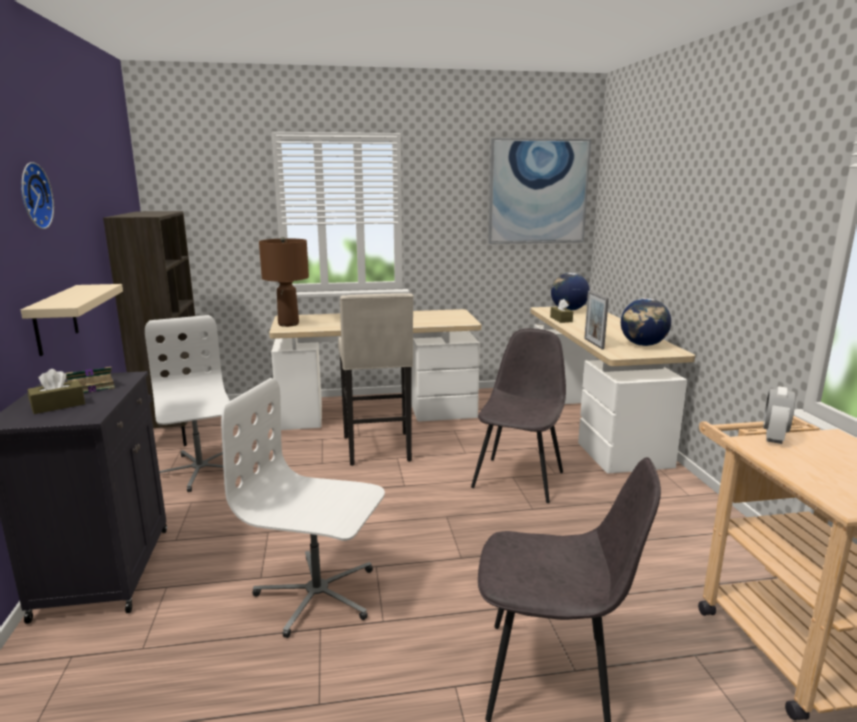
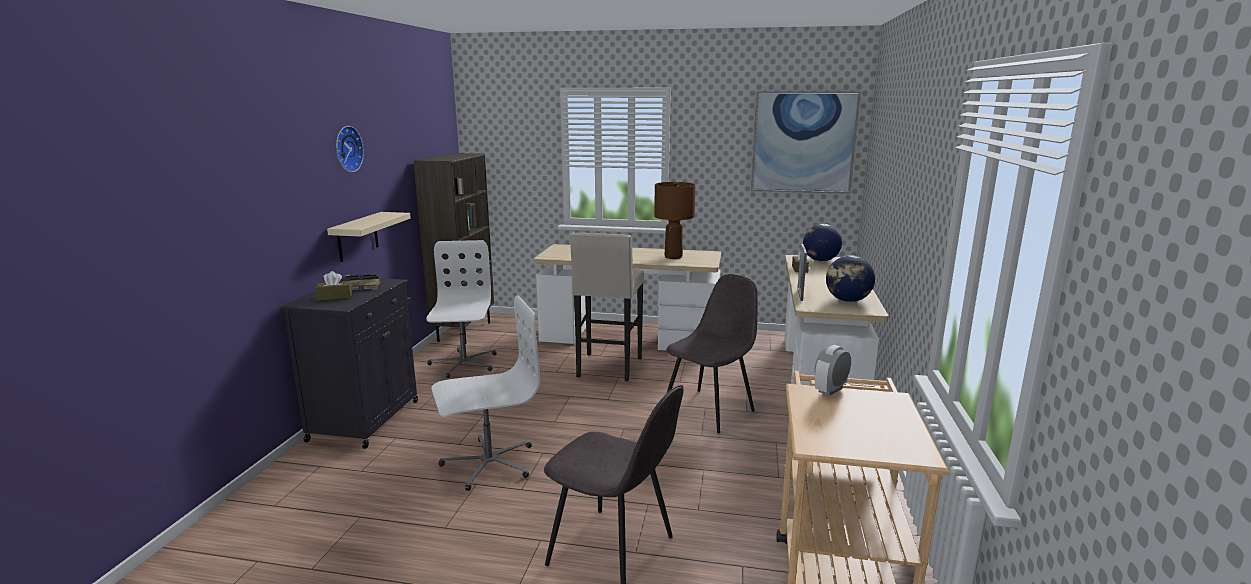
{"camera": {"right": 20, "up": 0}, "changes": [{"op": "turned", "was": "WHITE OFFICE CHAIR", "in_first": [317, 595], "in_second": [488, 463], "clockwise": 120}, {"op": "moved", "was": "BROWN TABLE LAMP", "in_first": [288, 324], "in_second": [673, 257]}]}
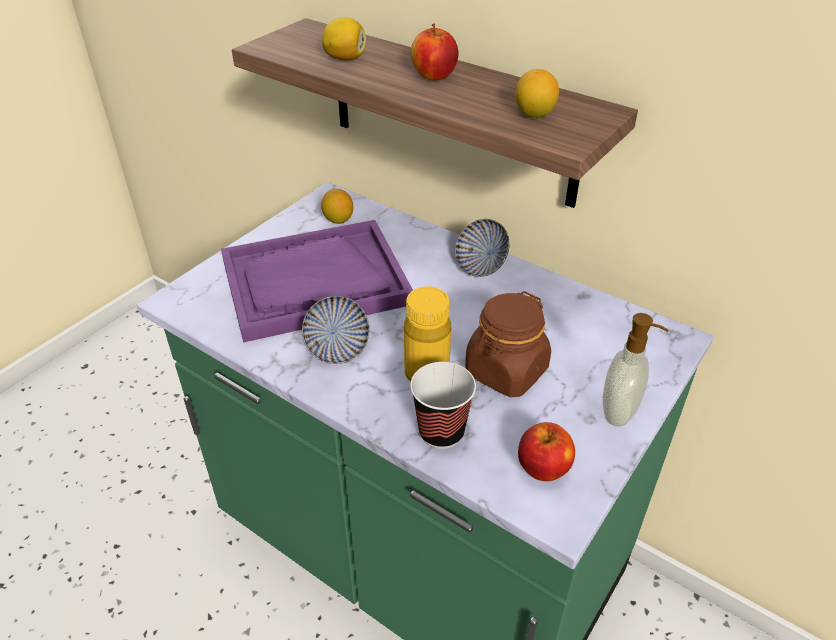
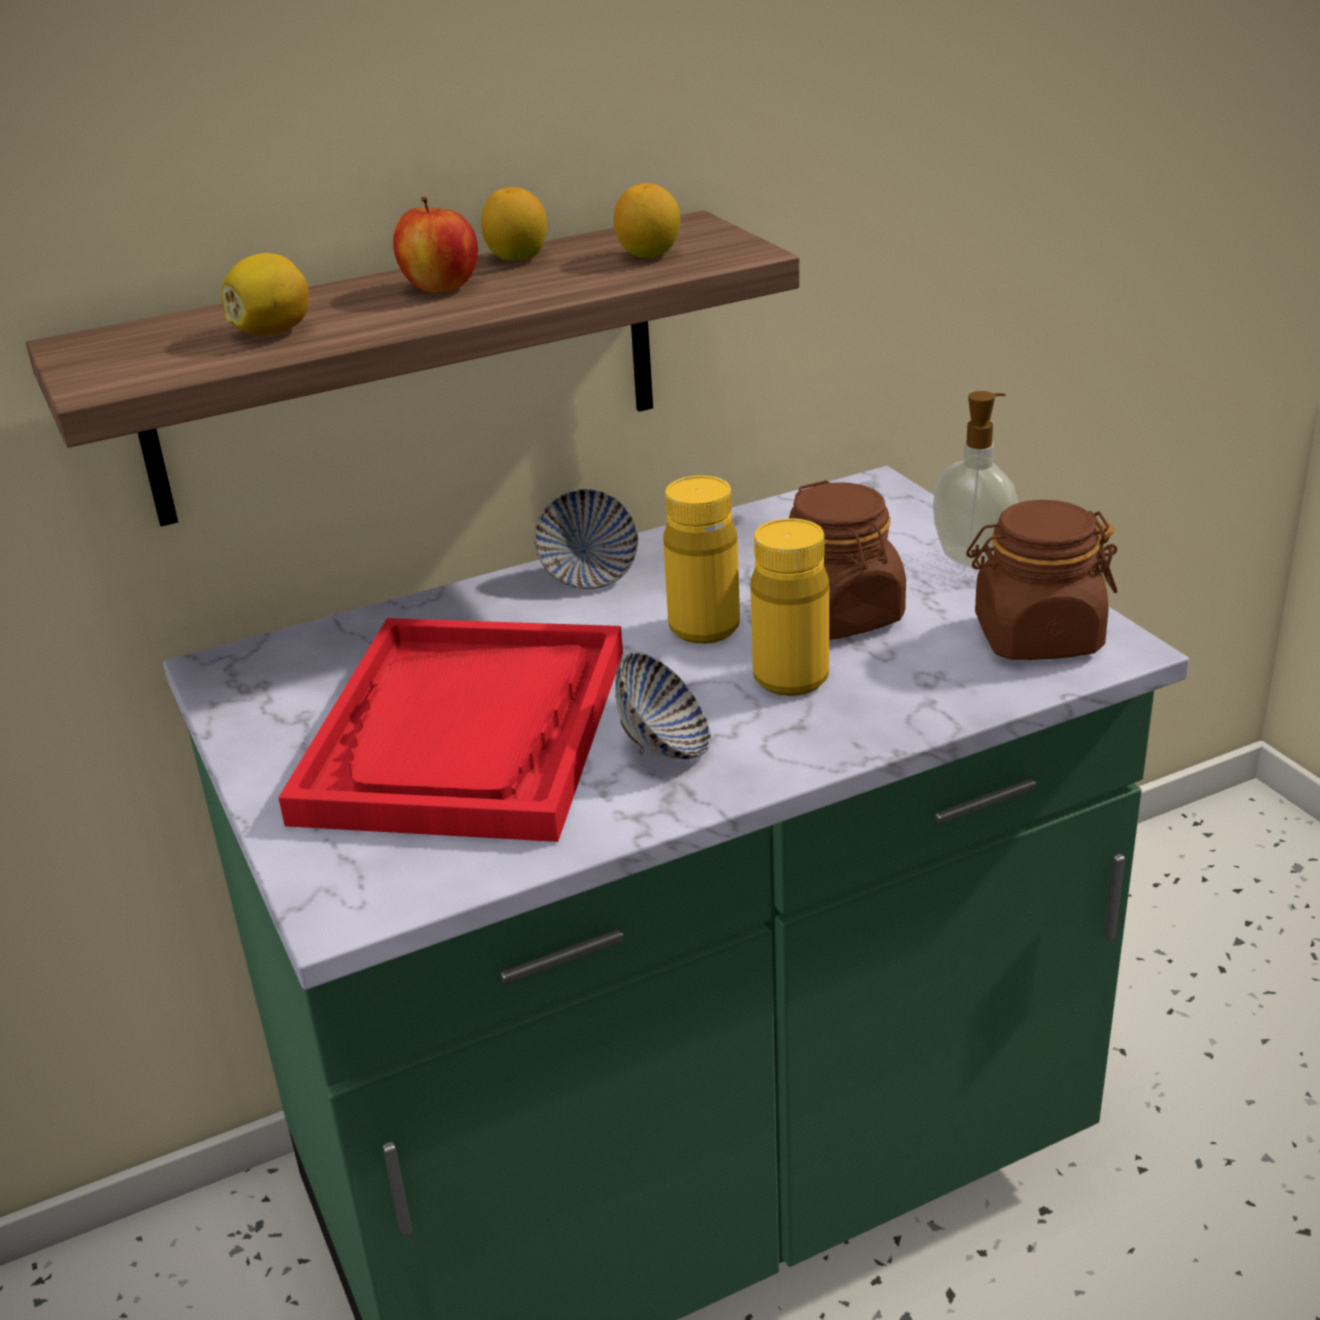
{"camera": {"right": -60, "up": -10}, "changes": [{"op": "recoloured", "was": "PURPLE TRAY", "now": "RED TRAY", "in_first": [314, 283], "in_second": [466, 734]}, {"op": "moved", "was": "LEMON", "in_first": [338, 220], "in_second": [517, 258]}, {"op": "removed", "was": "CUP", "in_first": [441, 432]}, {"op": "replaced", "was": "APPLE", "now": "BROWN JAR", "in_first": [543, 468], "in_second": [1036, 637]}, {"op": "added", "now": "YELLOW BOTTLE", "in_second": [704, 628]}]}
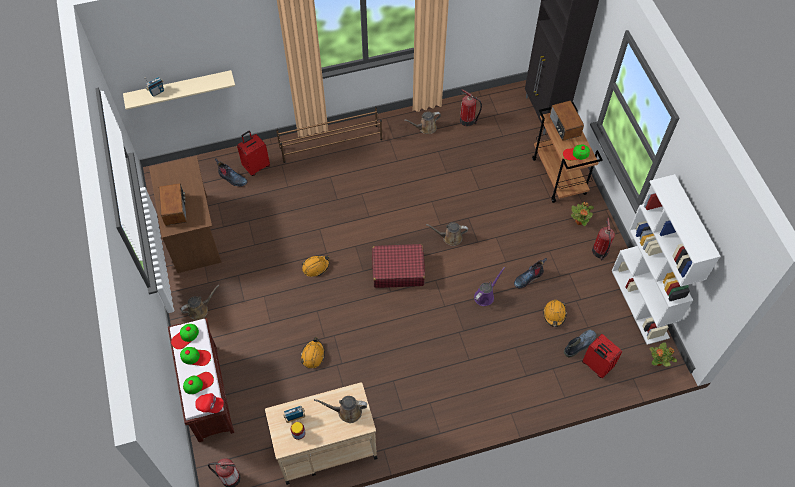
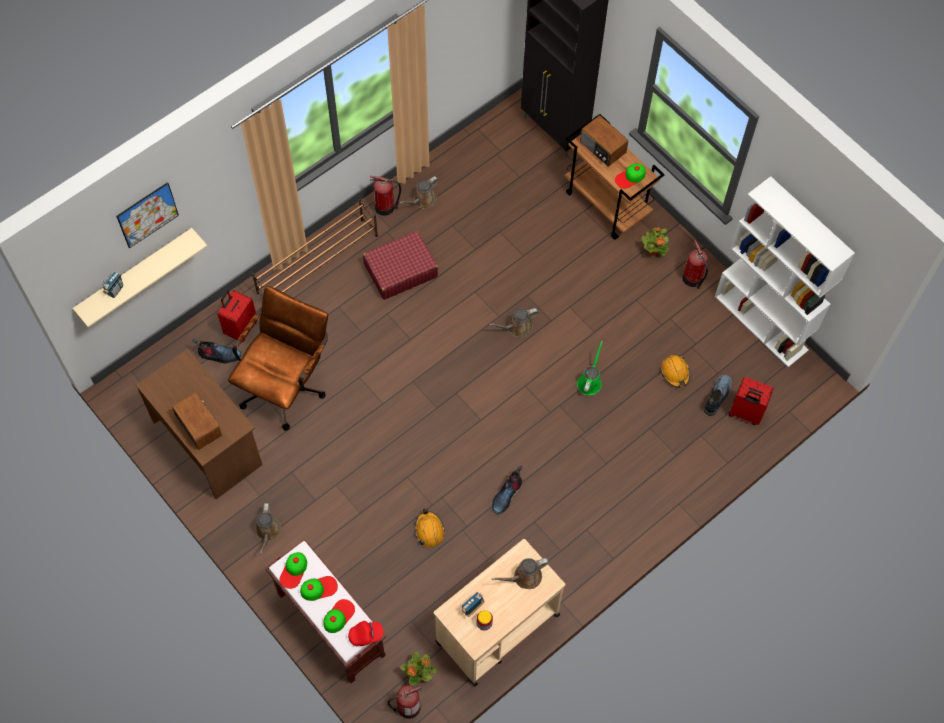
{"camera": {"right": -25, "up": 5}, "changes": [{"op": "turned", "was": "BROWN WATERING CAN", "in_first": [200, 309], "in_second": [268, 532], "clockwise": 150}, {"op": "removed", "was": "ORANGE HARD HAT", "in_first": [315, 267]}, {"op": "moved", "was": "RED SUITCASE", "in_first": [398, 270], "in_second": [400, 270]}, {"op": "moved", "was": "FIRE EXTINGUISHER", "in_first": [468, 120], "in_second": [386, 207]}, {"op": "recoloured", "was": "PURPLE WATERING CAN", "now": "GREEN WATERING CAN", "in_first": [485, 295], "in_second": [590, 381]}, {"op": "moved", "was": "BOOT", "in_first": [528, 277], "in_second": [506, 494]}, {"op": "moved", "was": "POTTED PLANT", "in_first": [658, 361], "in_second": [419, 674]}, {"op": "added", "now": "PICTURE", "in_second": [147, 215]}, {"op": "added", "now": "BROWN OFFICE CHAIR", "in_second": [286, 384]}]}
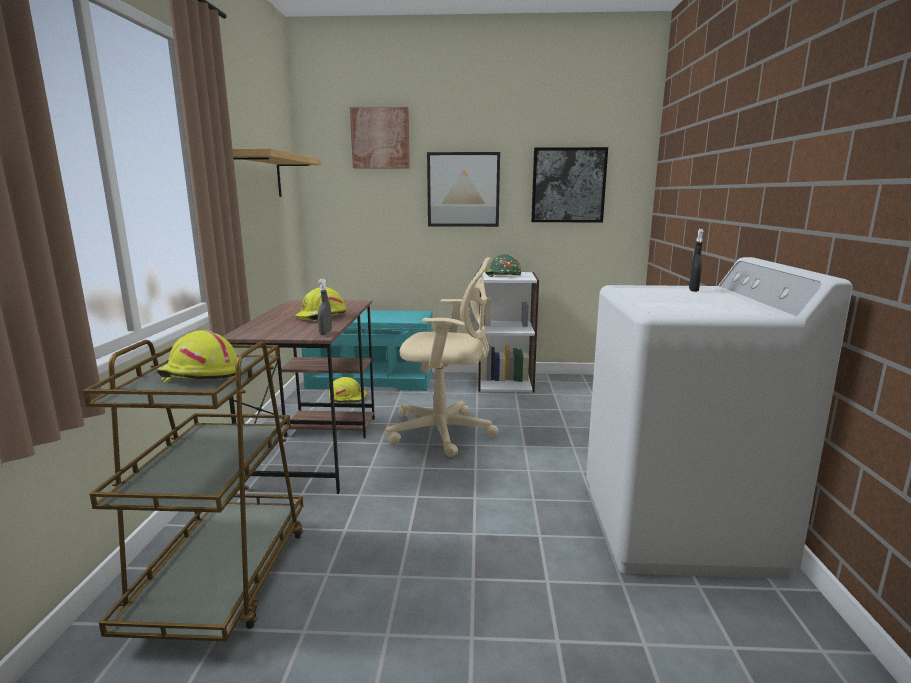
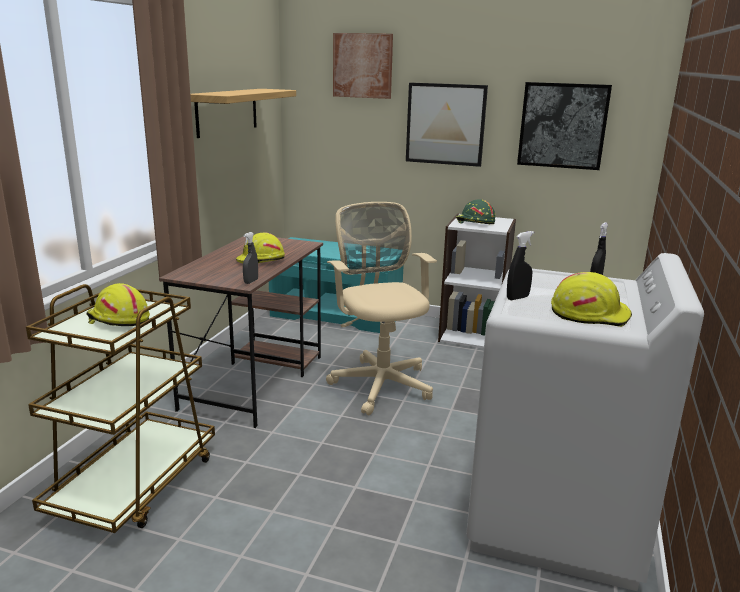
{"camera": {"right": 15, "up": 5}, "changes": [{"op": "moved", "was": "YELLOW HARD HAT", "in_first": [348, 397], "in_second": [589, 314]}, {"op": "turned", "was": "BEIGE OFFICE CHAIR", "in_first": [445, 432], "in_second": [380, 383], "clockwise": -135}, {"op": "added", "now": "BLACK SPRAY BOTTLE", "in_second": [517, 298]}]}
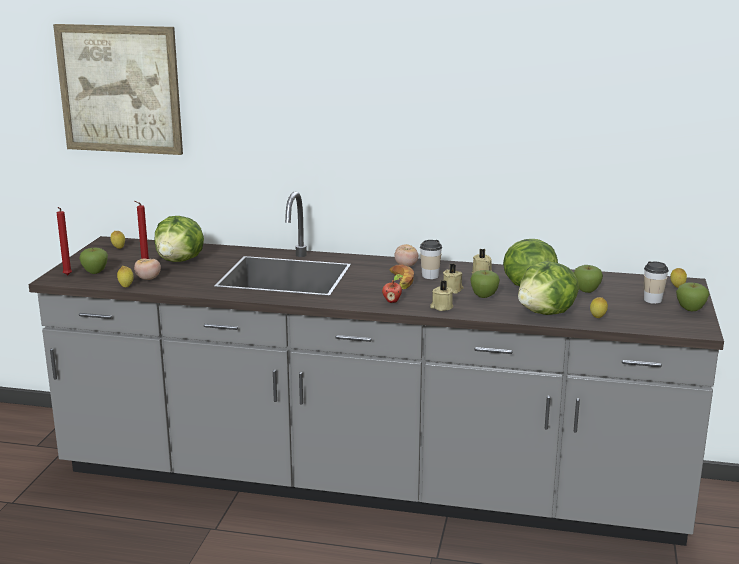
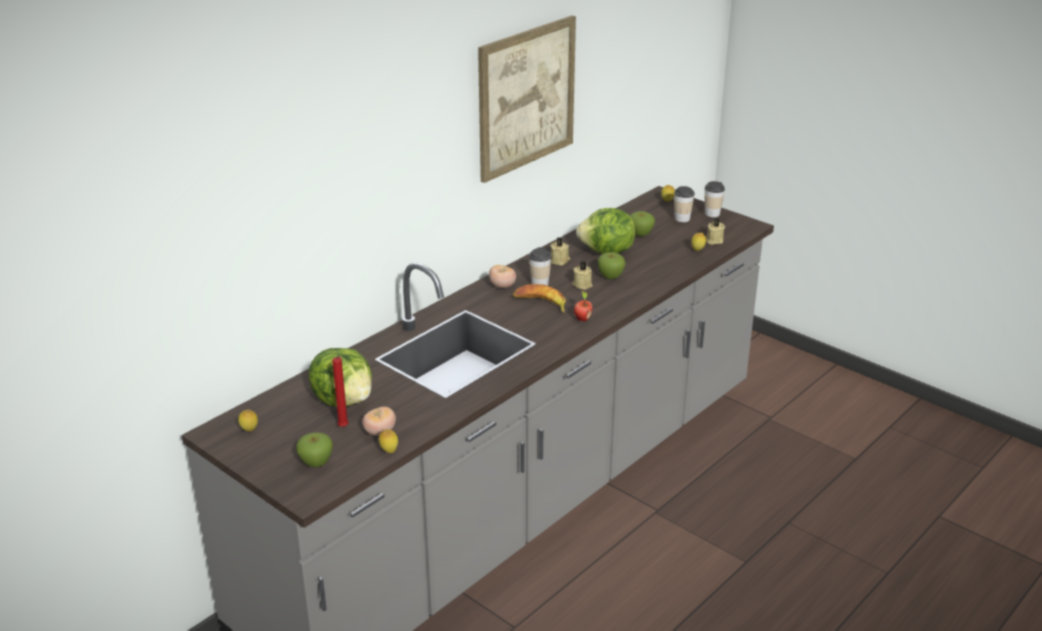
{"camera": {"right": -60, "up": 10}, "changes": [{"op": "moved", "was": "PICTURE", "in_first": [119, 89], "in_second": [526, 97]}, {"op": "removed", "was": "RED CANDLE", "in_first": [67, 275]}, {"op": "moved", "was": "BEIGE CANDLE", "in_first": [441, 307], "in_second": [713, 241]}, {"op": "removed", "was": "LETTUCE", "in_first": [546, 313]}, {"op": "replaced", "was": "APPLE", "now": "CUP", "in_first": [690, 309], "in_second": [712, 213]}]}
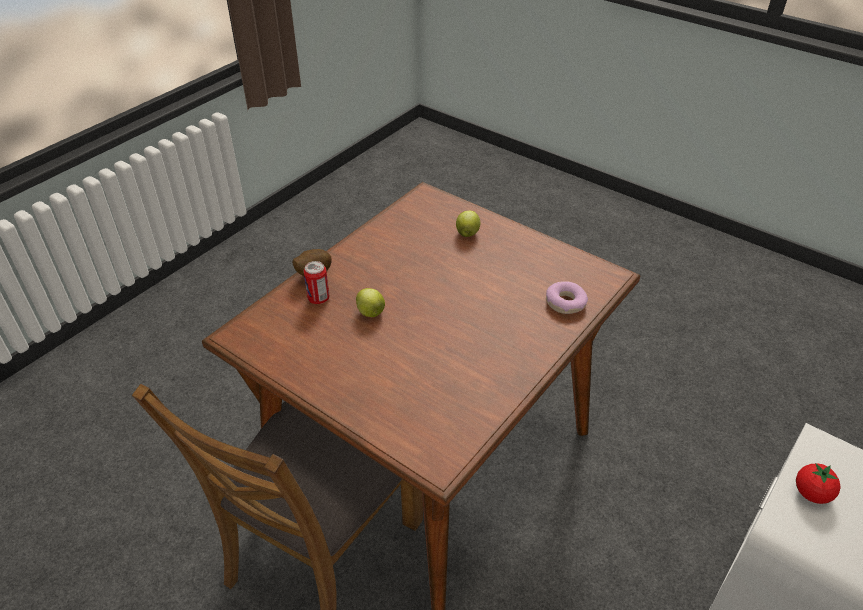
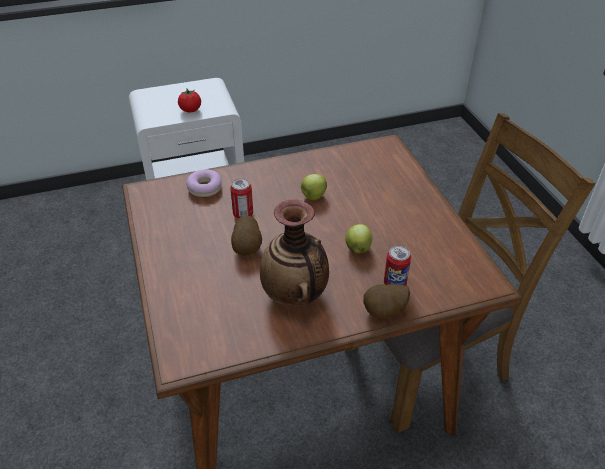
{"camera": {"right": -145, "up": 0}, "changes": [{"op": "moved", "was": "APPLE", "in_first": [467, 233], "in_second": [313, 196]}, {"op": "added", "now": "CAN", "in_second": [243, 214]}, {"op": "added", "now": "POTATO", "in_second": [248, 248]}, {"op": "added", "now": "VASE", "in_second": [295, 295]}]}
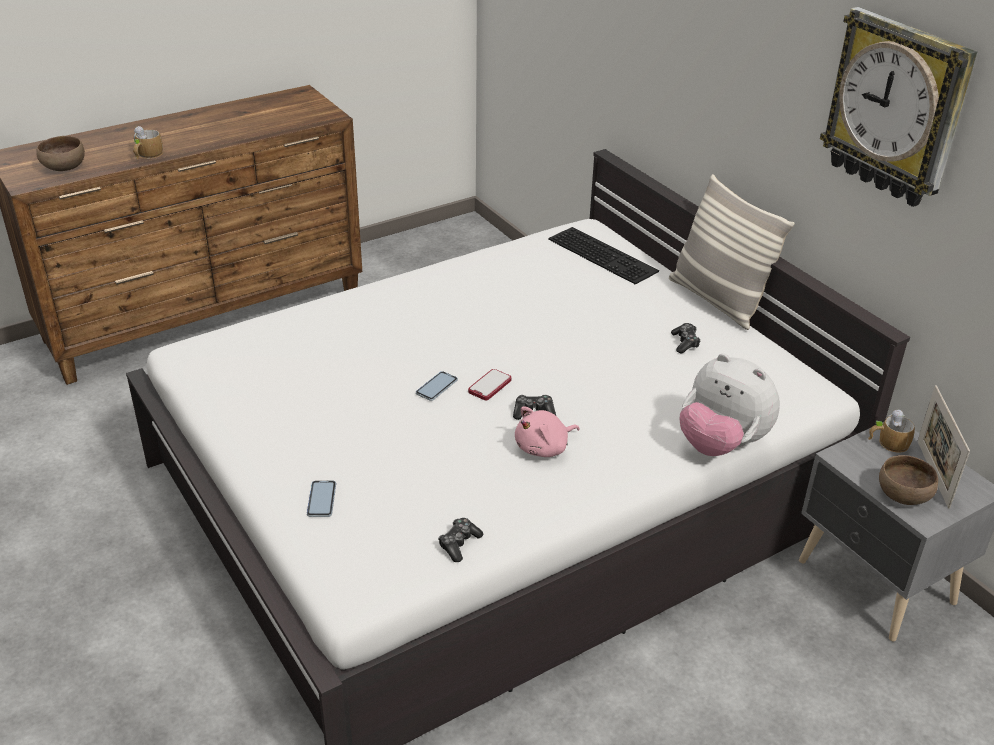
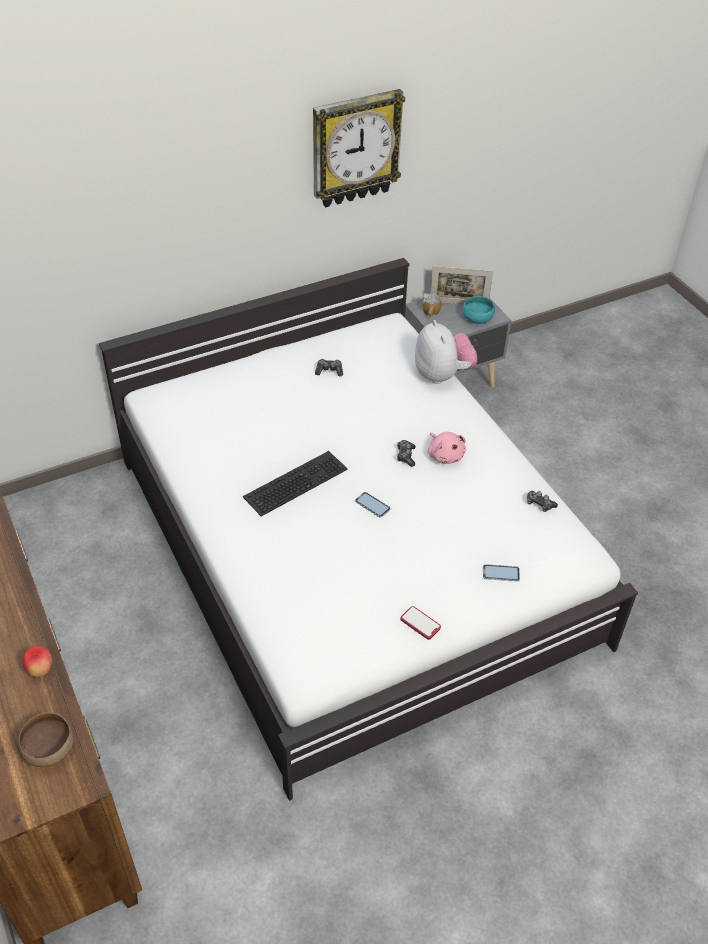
{"camera": {"right": -85, "up": 10}, "changes": [{"op": "replaced", "was": "MUG", "now": "APPLE", "in_first": [147, 155], "in_second": [40, 670]}, {"op": "moved", "was": "PHONE", "in_first": [489, 386], "in_second": [420, 623]}, {"op": "moved", "was": "KEYBOARD", "in_first": [604, 255], "in_second": [295, 481]}, {"op": "removed", "was": "PILLOW", "in_first": [717, 300]}, {"op": "turned", "was": "PLUSH TOY", "in_first": [721, 444], "in_second": [442, 375], "clockwise": -60}, {"op": "recoloured", "was": "BROWN BOWL", "now": "TURQUOISE BOWL", "in_first": [902, 494], "in_second": [476, 319]}]}
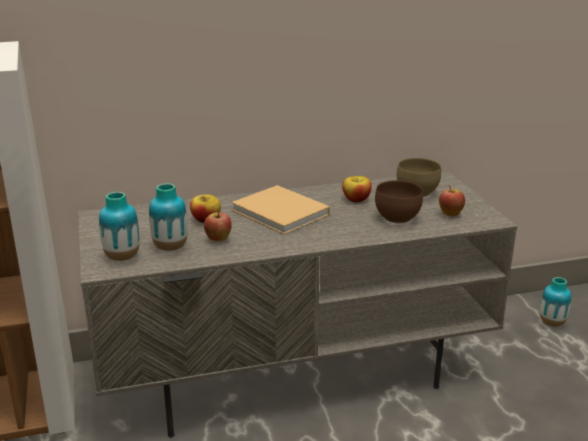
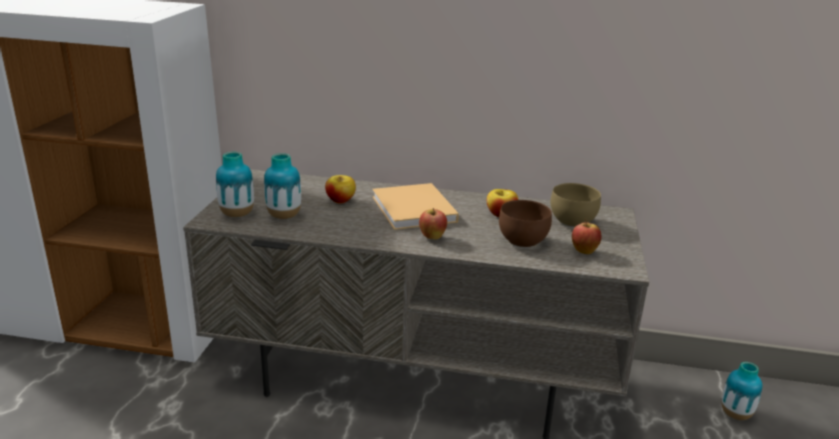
{"camera": {"right": 25, "up": 0}, "changes": [{"op": "moved", "was": "APPLE", "in_first": [218, 240], "in_second": [432, 238]}]}
